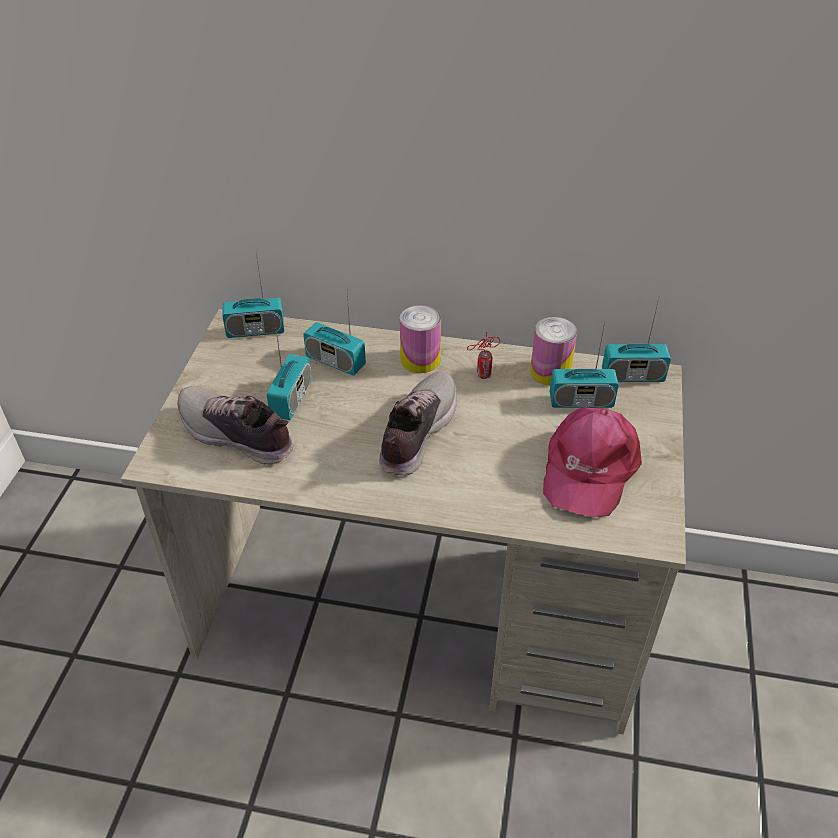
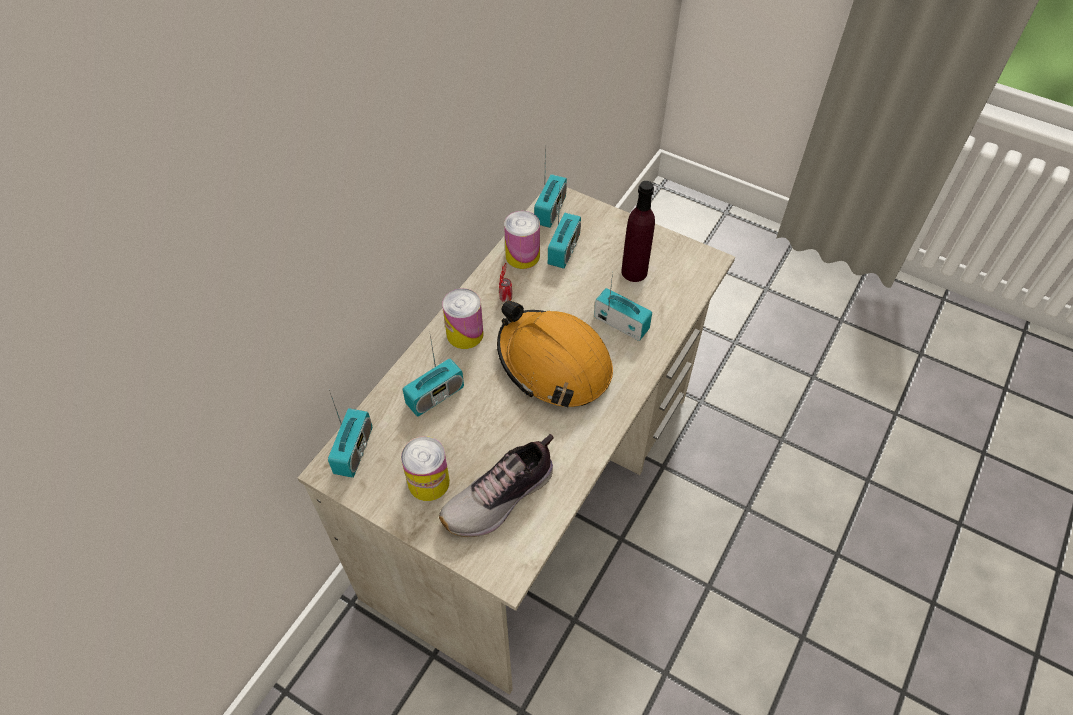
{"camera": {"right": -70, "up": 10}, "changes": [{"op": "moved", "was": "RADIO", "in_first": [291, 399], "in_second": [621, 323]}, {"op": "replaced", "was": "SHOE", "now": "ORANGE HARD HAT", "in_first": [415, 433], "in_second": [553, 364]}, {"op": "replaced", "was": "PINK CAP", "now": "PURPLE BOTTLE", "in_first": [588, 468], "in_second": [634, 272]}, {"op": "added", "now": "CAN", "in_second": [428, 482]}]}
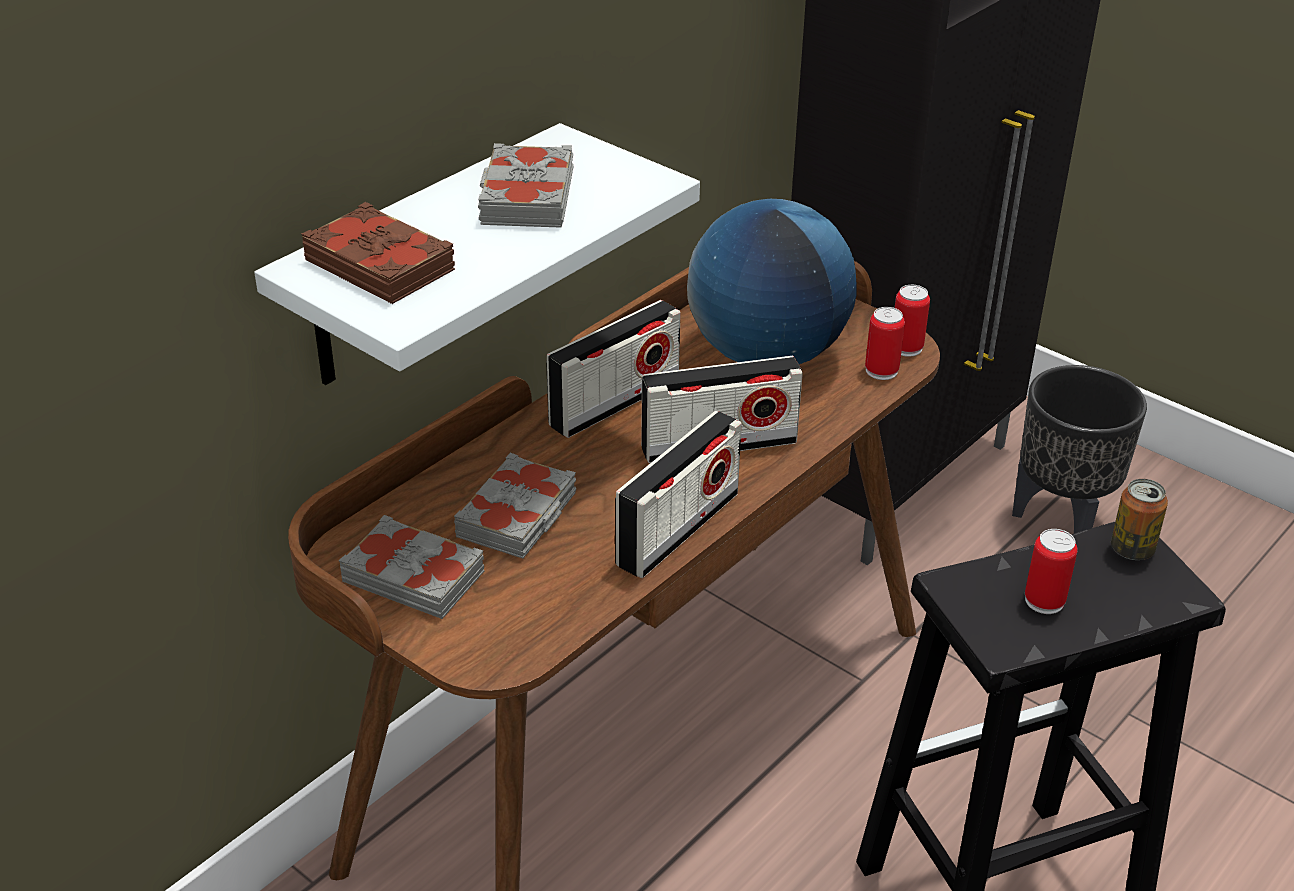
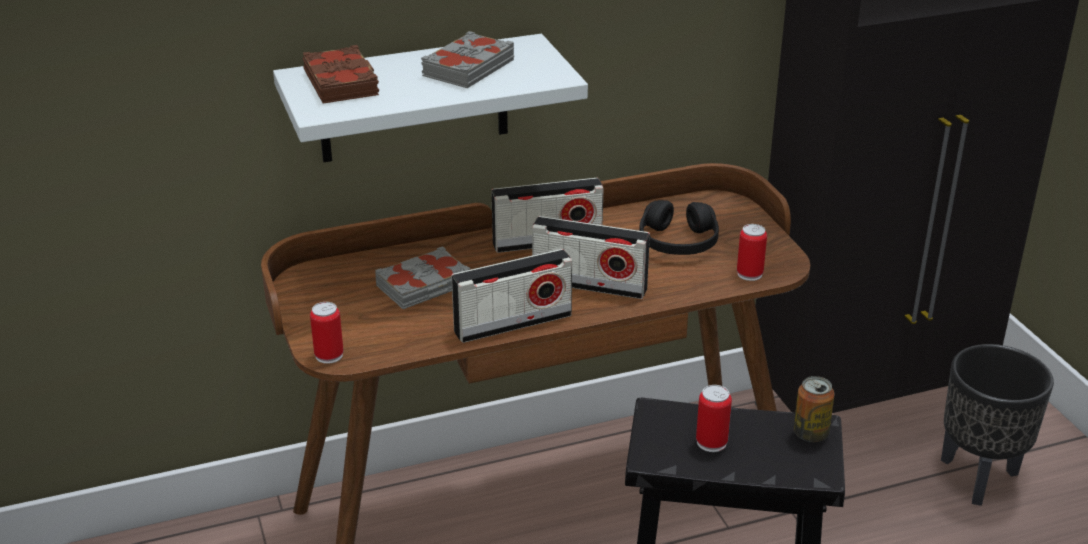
{"camera": {"right": 30, "up": -5}, "changes": [{"op": "removed", "was": "GREY BOOK", "in_first": [414, 576]}, {"op": "replaced", "was": "GLOBE", "now": "BLACK HEADPHONES", "in_first": [766, 354], "in_second": [678, 242]}, {"op": "moved", "was": "CAN", "in_first": [906, 347], "in_second": [329, 355]}]}
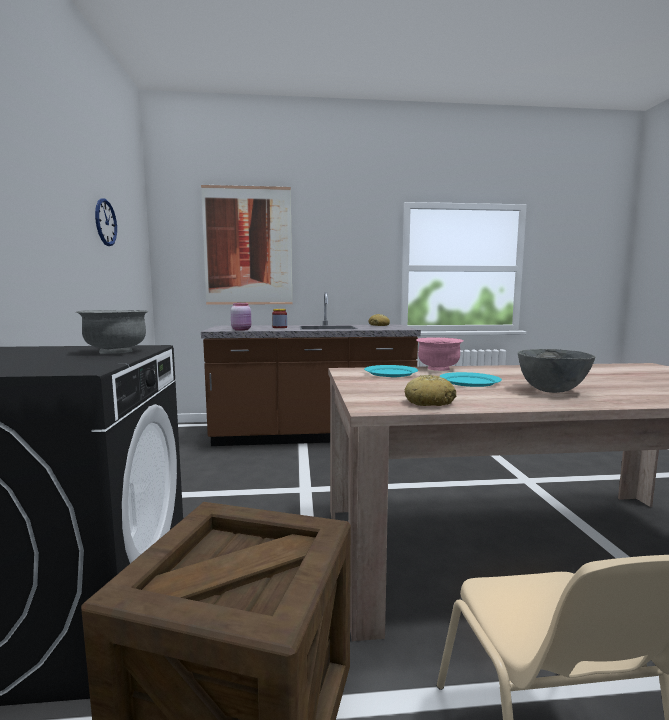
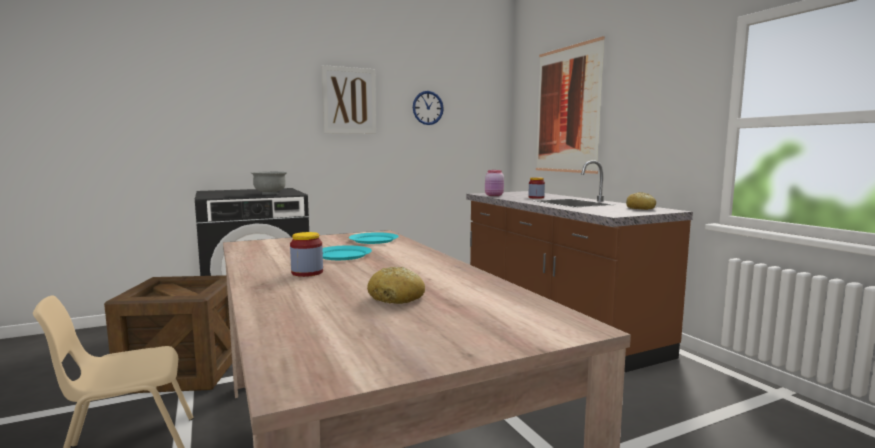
{"camera": {"right": 70, "up": 0}, "changes": [{"op": "moved", "was": "BREAD", "in_first": [429, 402], "in_second": [397, 298]}, {"op": "removed", "was": "PINK BOWL", "in_first": [438, 368]}, {"op": "replaced", "was": "GREY BOWL", "now": "JAR", "in_first": [551, 391], "in_second": [307, 272]}, {"op": "added", "now": "PICTURE", "in_second": [349, 100]}]}
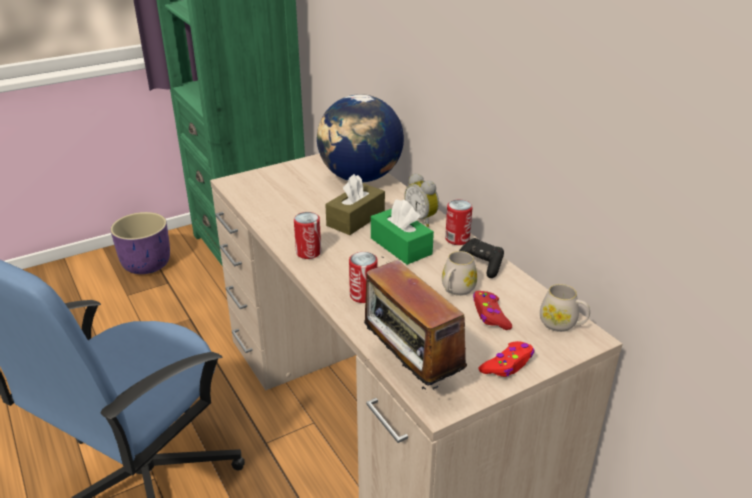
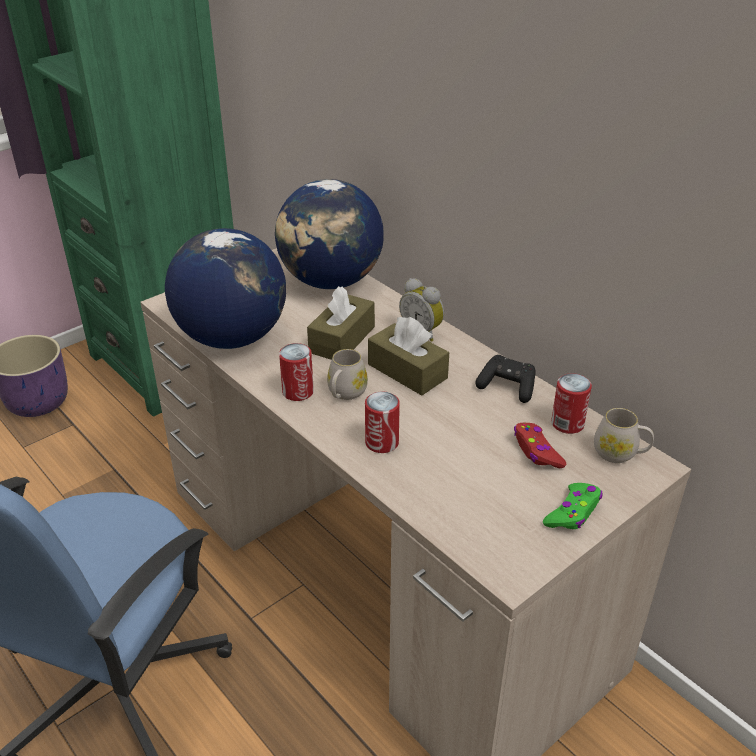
{"camera": {"right": -10, "up": 5}, "changes": [{"op": "removed", "was": "RADIO", "in_first": [410, 372]}, {"op": "recoloured", "was": "GREEN TISSUE BOX", "now": "BROWN TISSUE BOX", "in_first": [401, 246], "in_second": [407, 371]}, {"op": "moved", "was": "WHITE MUG", "in_first": [456, 290], "in_second": [345, 393]}, {"op": "moved", "was": "CAN", "in_first": [457, 239], "in_second": [567, 424]}, {"op": "recoloured", "was": "RED GAME CONTROLLER", "now": "GREEN GAME CONTROLLER", "in_first": [507, 365], "in_second": [573, 512]}, {"op": "added", "now": "GLOBE", "in_second": [231, 337]}]}
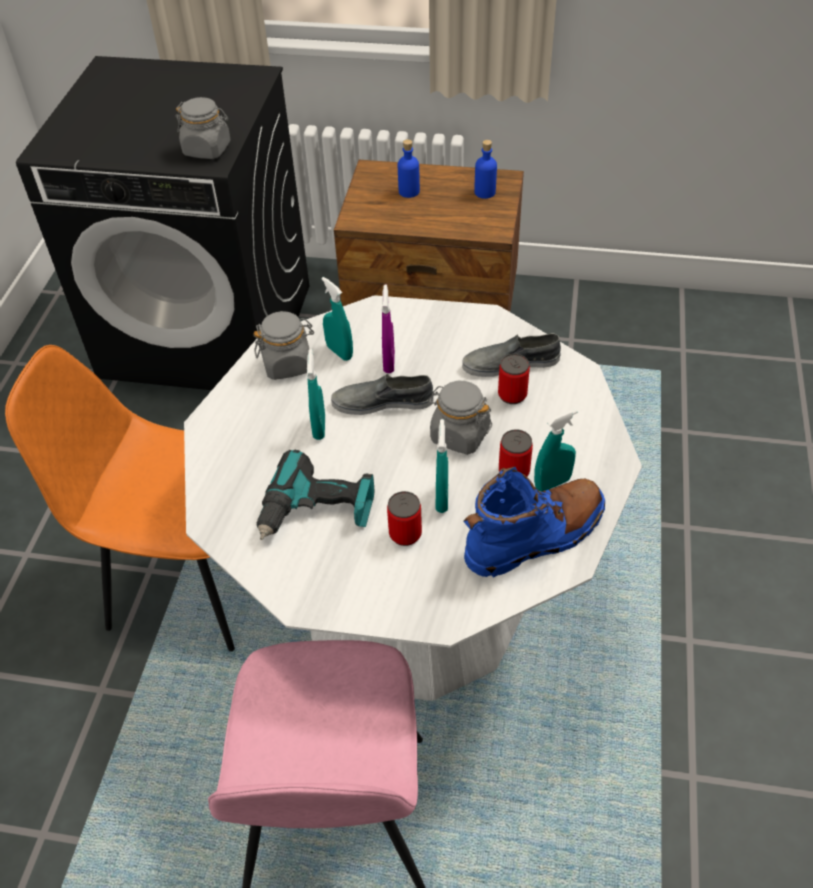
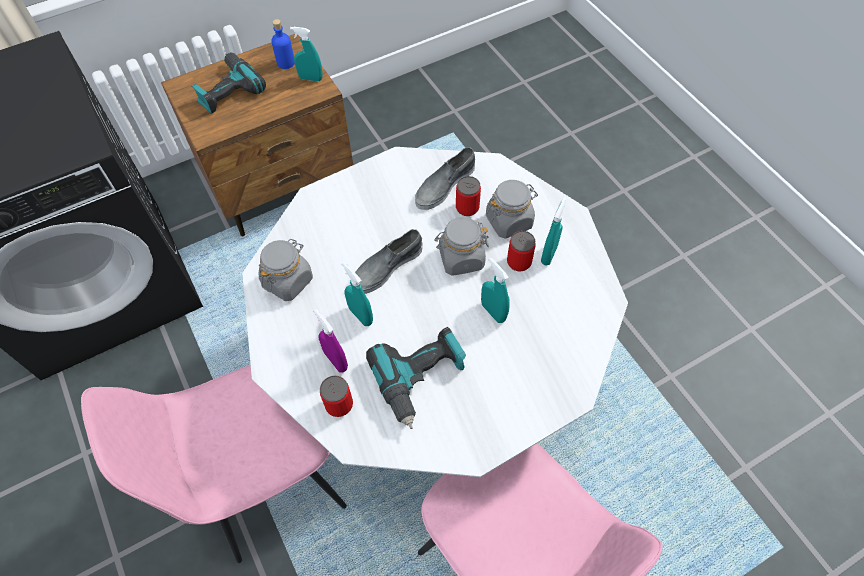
{"camera": {"right": -40, "up": 10}, "changes": [{"op": "recoloured", "was": "ORANGE CHAIR", "now": "PINK CHAIR", "in_first": [189, 576], "in_second": [265, 478]}, {"op": "moved", "was": "GREY JAR", "in_first": [207, 149], "in_second": [509, 221]}, {"op": "moved", "was": "TURQUOISE SPRAY BOTTLE", "in_first": [339, 352], "in_second": [311, 78]}, {"op": "moved", "was": "PURPLE SPRAY BOTTLE", "in_first": [389, 362], "in_second": [336, 360]}, {"op": "moved", "was": "CAN", "in_first": [405, 534], "in_second": [339, 404]}, {"op": "replaced", "was": "BLUE BOTTLE", "now": "POWER DRILL", "in_first": [409, 191], "in_second": [227, 90]}, {"op": "removed", "was": "BLUE BOOT", "in_first": [535, 537]}]}
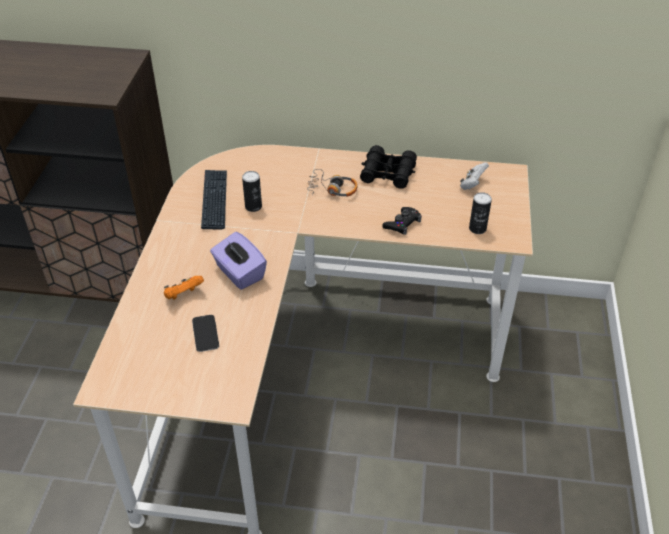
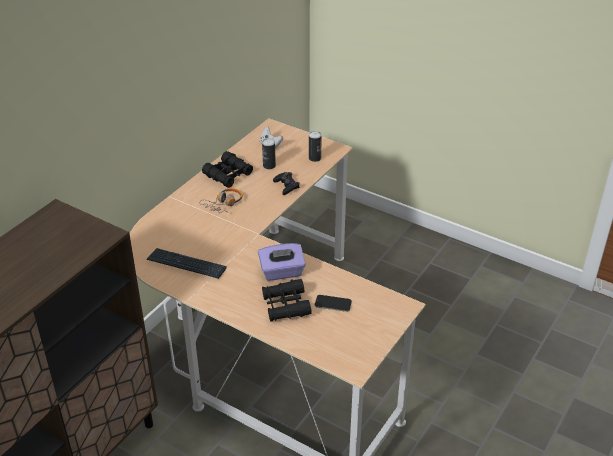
{"camera": {"right": -65, "up": -5}, "changes": [{"op": "replaced", "was": "ORANGE GAME CONTROLLER", "now": "BLACK BINOCULARS", "in_first": [183, 295], "in_second": [286, 306]}, {"op": "moved", "was": "CAN", "in_first": [253, 206], "in_second": [269, 166]}]}
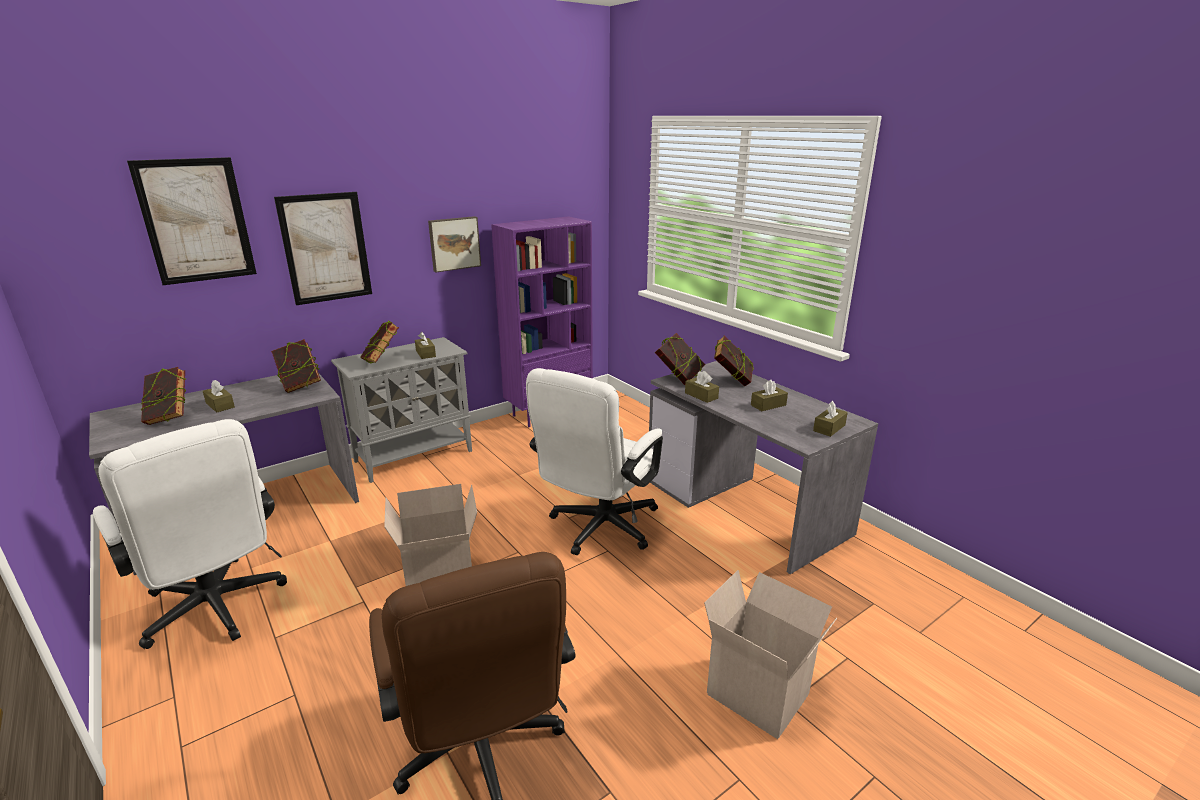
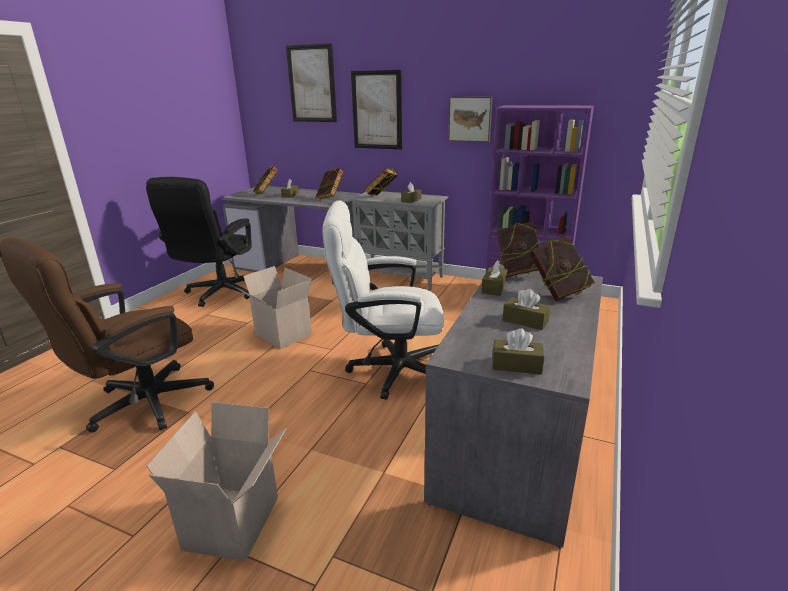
{"camera": {"right": 60, "up": 0}, "changes": [{"op": "recoloured", "was": "WHITE OFFICE CHAIR", "now": "BLACK OFFICE CHAIR", "in_first": [217, 611], "in_second": [219, 294]}]}
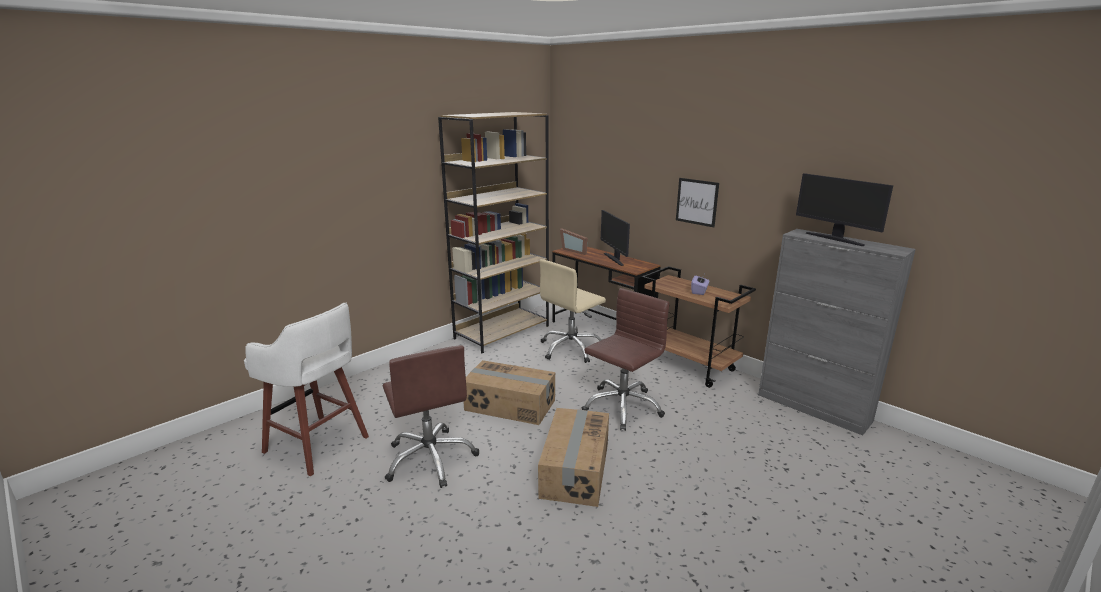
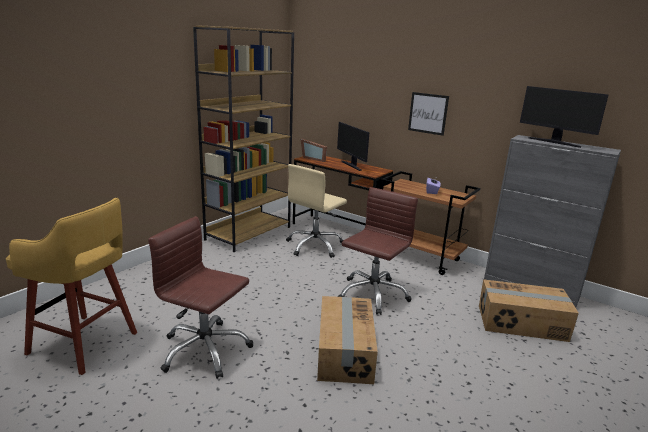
{"camera": {"right": -10, "up": 0}, "changes": [{"op": "recoloured", "was": "WHITE STOOL", "now": "YELLOW STOOL", "in_first": [318, 445], "in_second": [85, 344]}, {"op": "turned", "was": "BROWN OFFICE CHAIR", "in_first": [431, 459], "in_second": [204, 350], "clockwise": 150}, {"op": "moved", "was": "CARDBOARD BOX", "in_first": [510, 405], "in_second": [522, 323]}]}
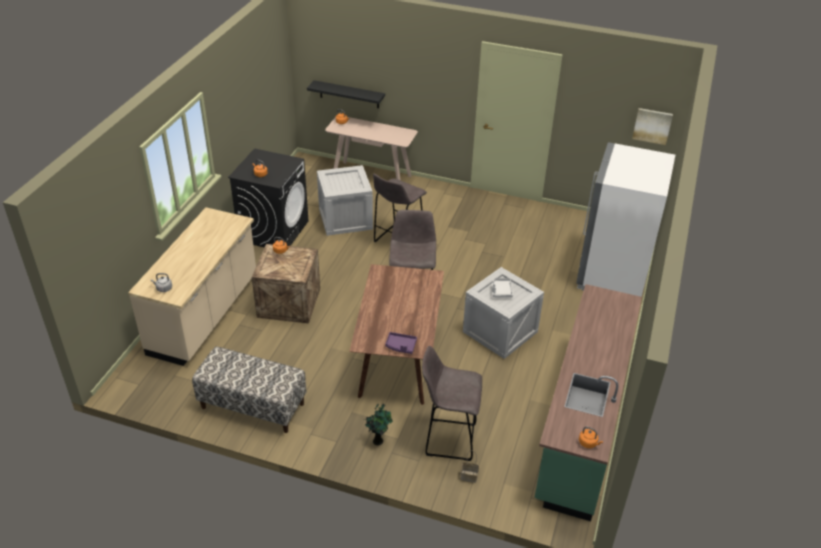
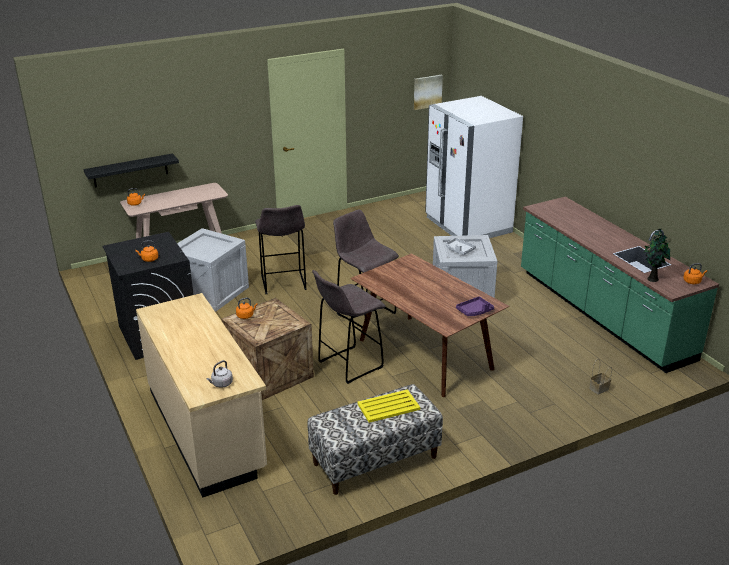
{"camera": {"right": -45, "up": -10}, "changes": [{"op": "moved", "was": "POTTED PLANT", "in_first": [378, 440], "in_second": [652, 278]}, {"op": "moved", "was": "GREY STOOL", "in_first": [448, 439], "in_second": [348, 365]}, {"op": "added", "now": "YELLOW TRAY", "in_second": [389, 406]}]}
